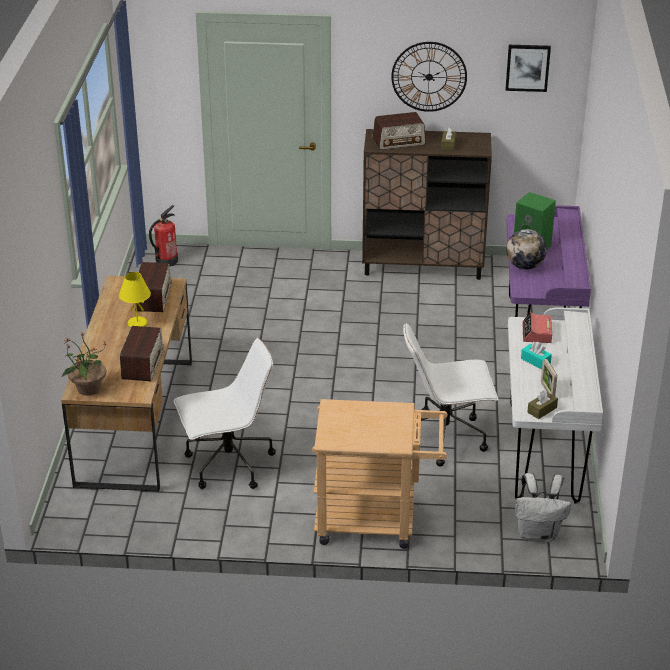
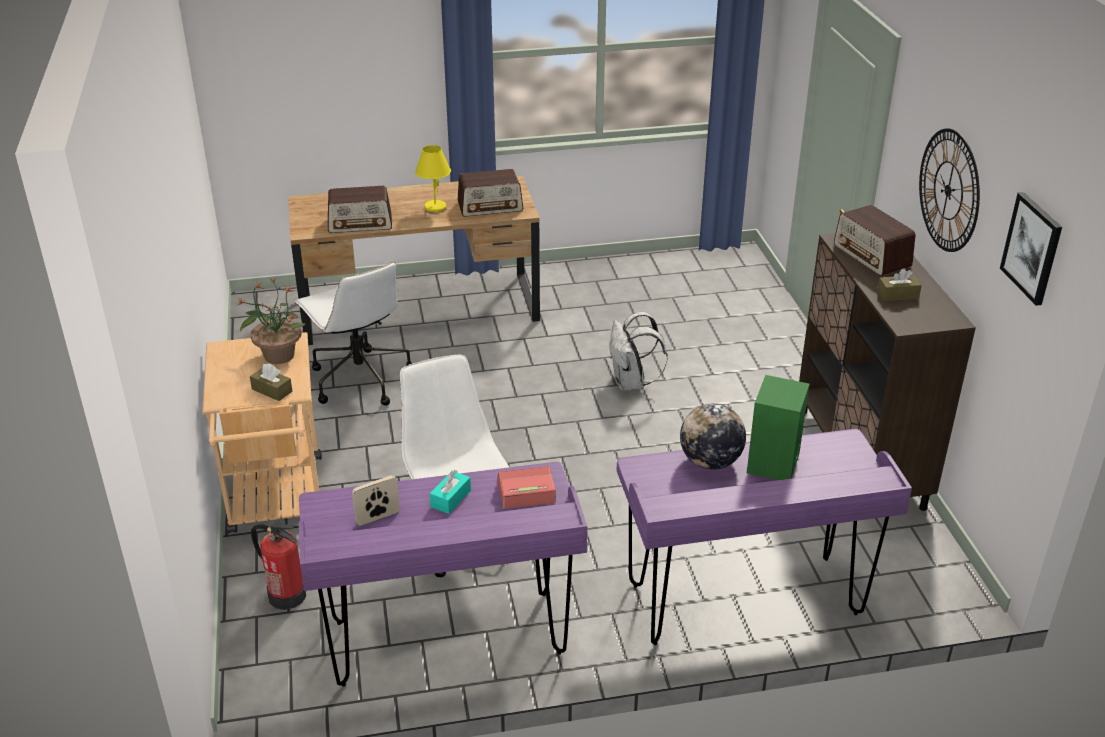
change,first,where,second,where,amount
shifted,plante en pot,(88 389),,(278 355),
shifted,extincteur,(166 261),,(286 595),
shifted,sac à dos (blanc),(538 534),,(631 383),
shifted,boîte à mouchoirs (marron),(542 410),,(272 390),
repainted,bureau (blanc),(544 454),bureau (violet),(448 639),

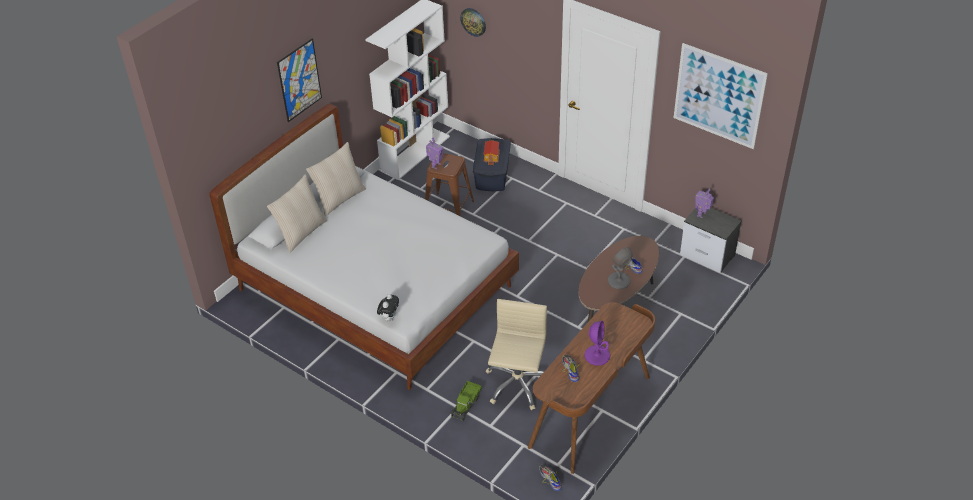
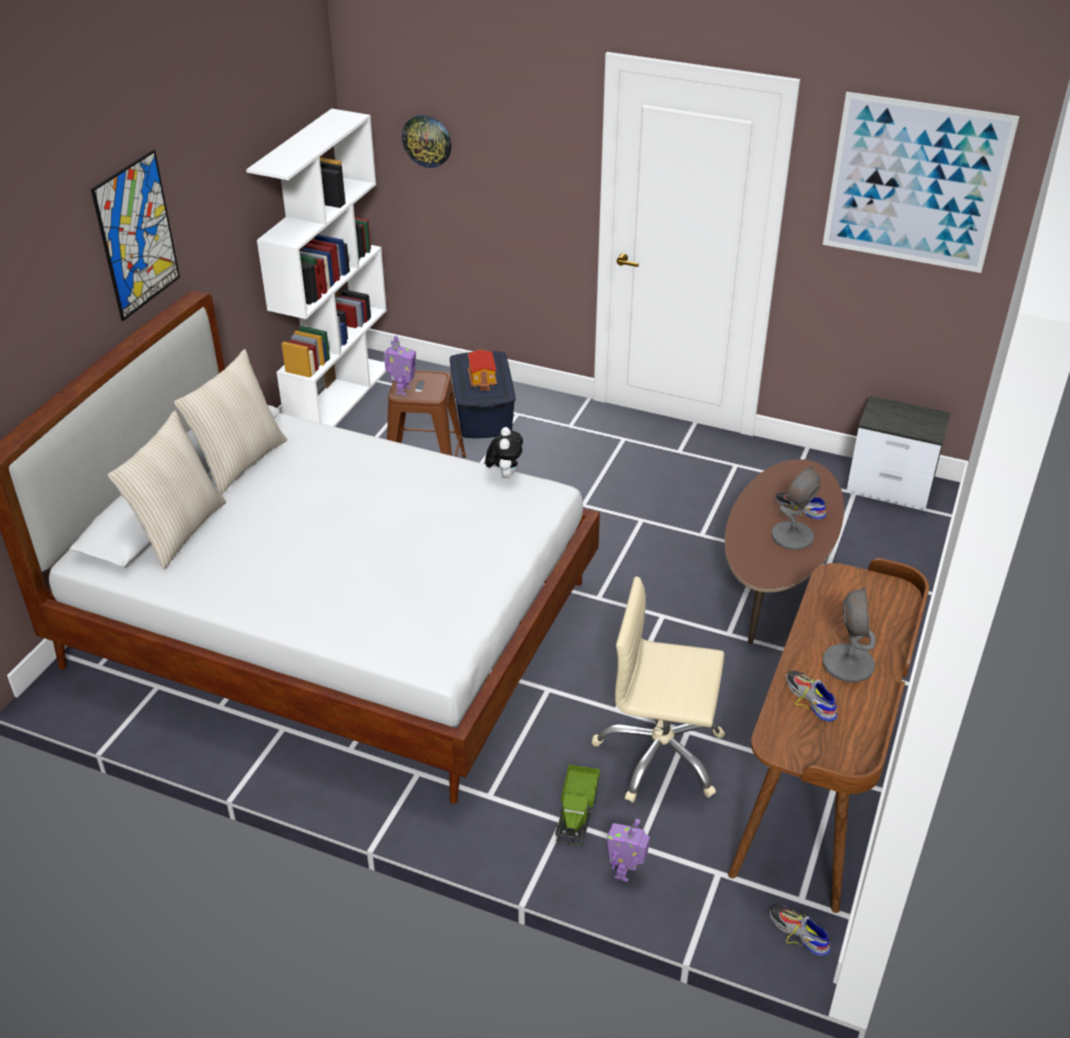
change,first,where,second,where,amount
shifted,peluche,(389 318),,(504 474),
shifted,robot jouet,(702 214),,(625 872),
repainted,lampe de table (violet),(597 355),lampe de table (gris),(848 663),
rotated,chaise de bureau (beige),(517 384),,(660 755),75 degrees counterclockwise

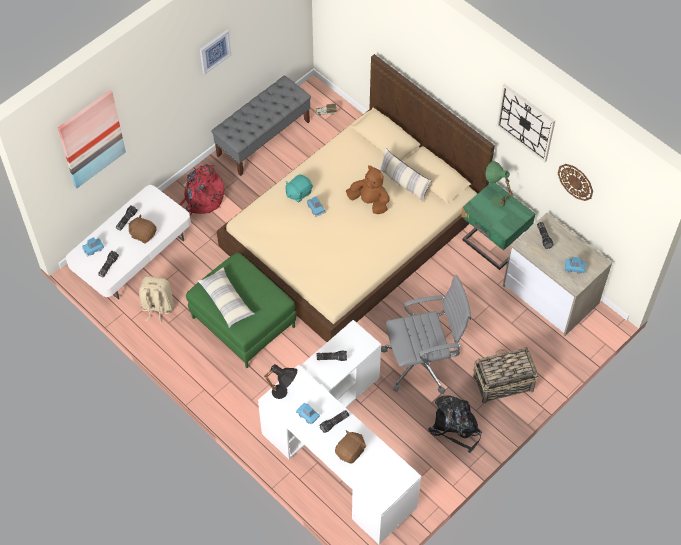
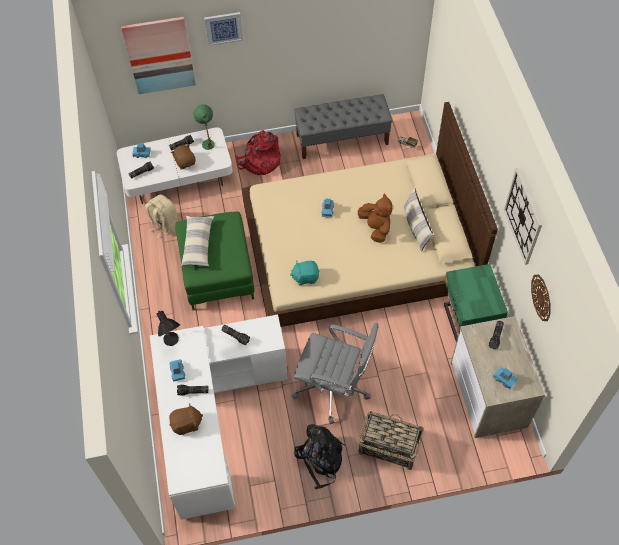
change,first,where,second,where,amount
shifted,tableau,(214 51),,(223 28),
shifted,peluche (turquoise),(298 193),,(305 277),
shifted,lampe de table (vert),(494 198),,(208 141),

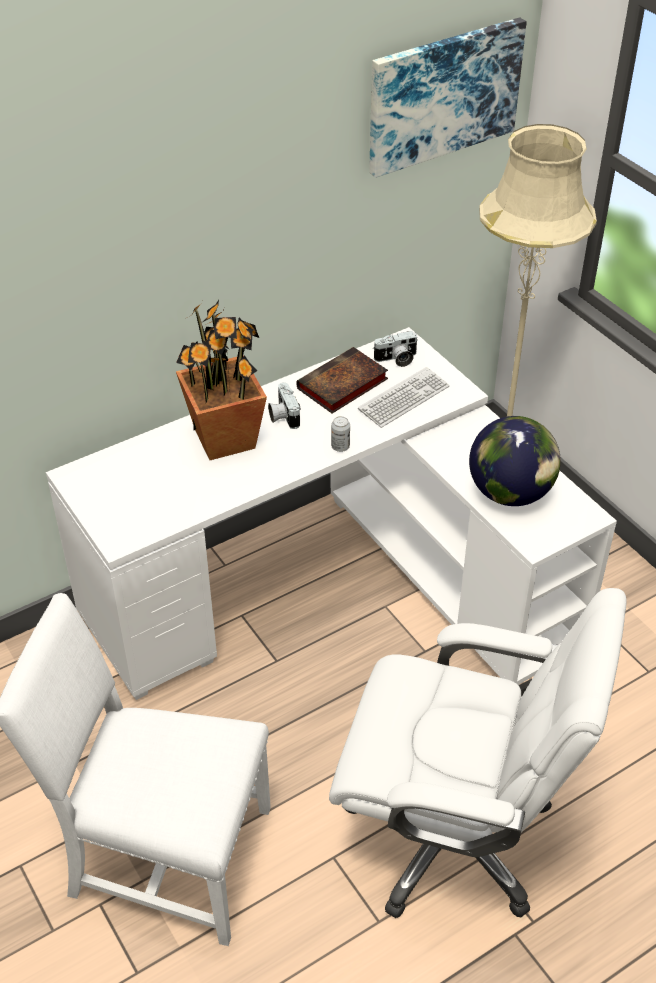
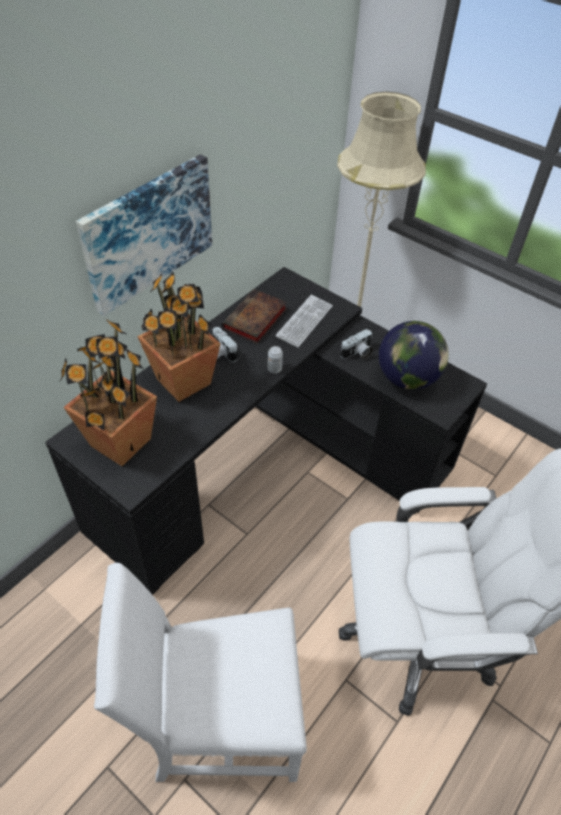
change,first,where,second,where,amount
new,,,plante en pot,(119 442),
shifted,tableau,(443 95),,(148 232),
shifted,appareil photo,(396 359),,(357 353),
repainted,bureau (blanc),(335 585),bureau (noir),(267 464),

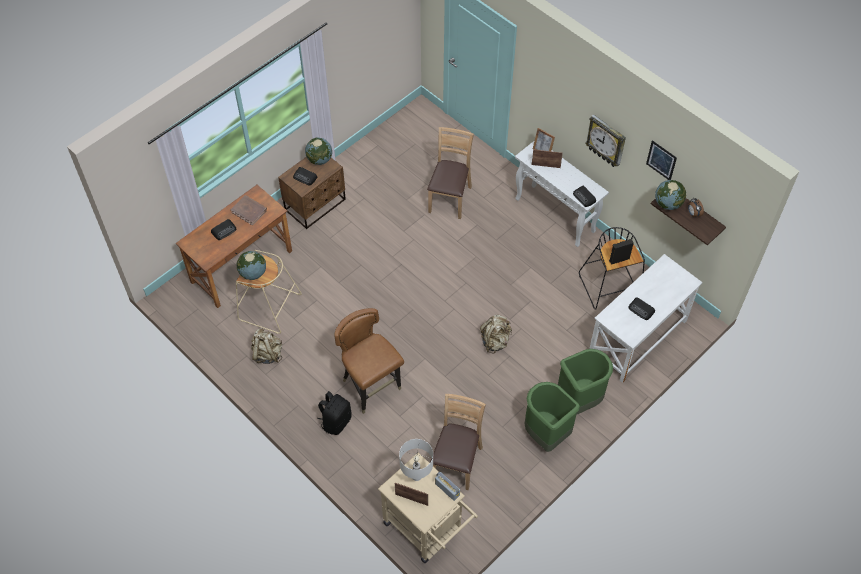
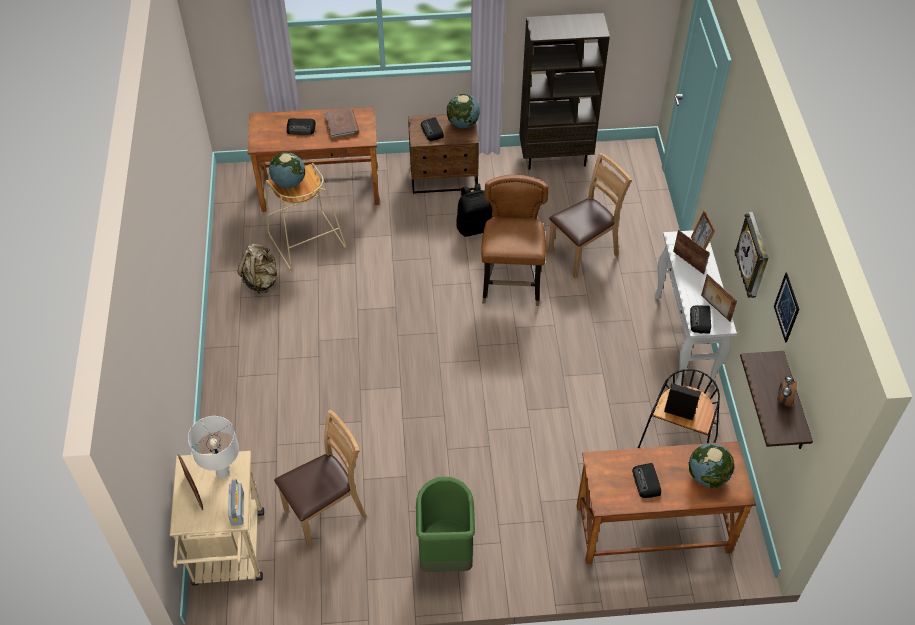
change,first,where,second,where,amount
gone,sac à dos (beige),(495 341),,,
gone,poubelle (vert),(579 399),,,
new,,,bibliothèque (marron),(555 157),
new,,,cadre photo,(715 308),
shifted,sac à dos (noir),(336 421),,(474 227),
shifted,chaise (marron),(371 387),,(511 286),
shifted,globe,(668 204),,(707 476),
repainted,bureau (blanc),(638 338),bureau (marron),(652 529),

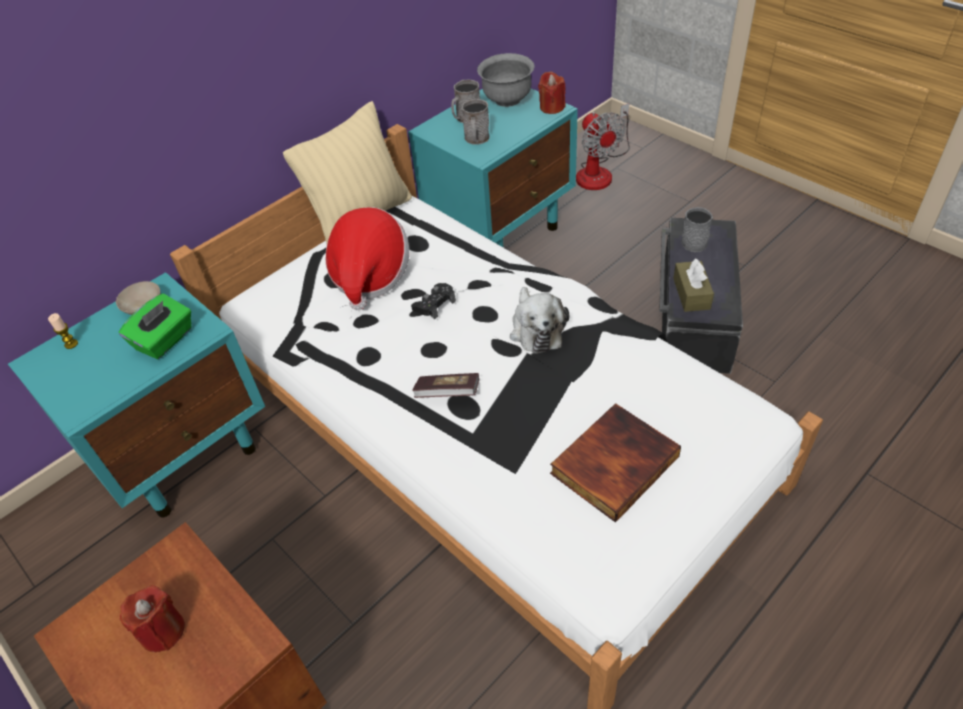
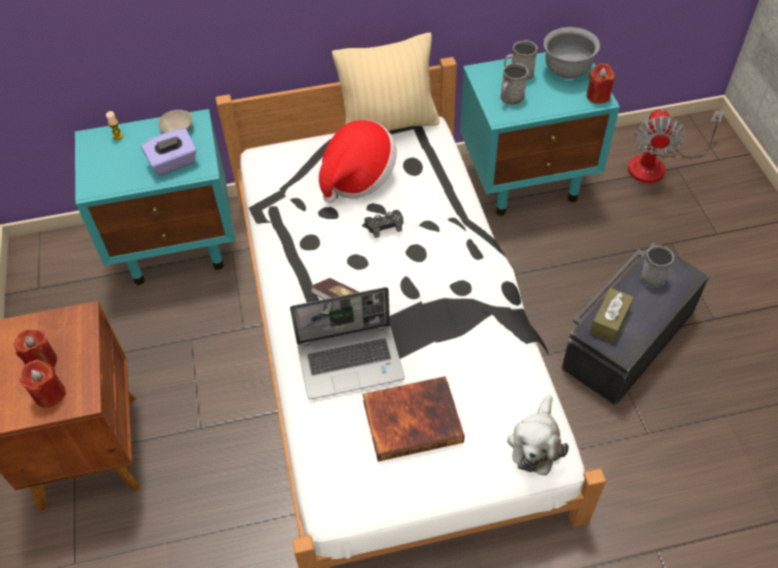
change,first,where,second,where,amount
new,,,bougie (rouge),(49 394),
new,,,ordinateur portable,(351 361),
shifted,peluche,(536 329),,(536 443),
repainted,boîte à mouchoirs (vert),(165 340),boîte à mouchoirs (violet),(173 163),

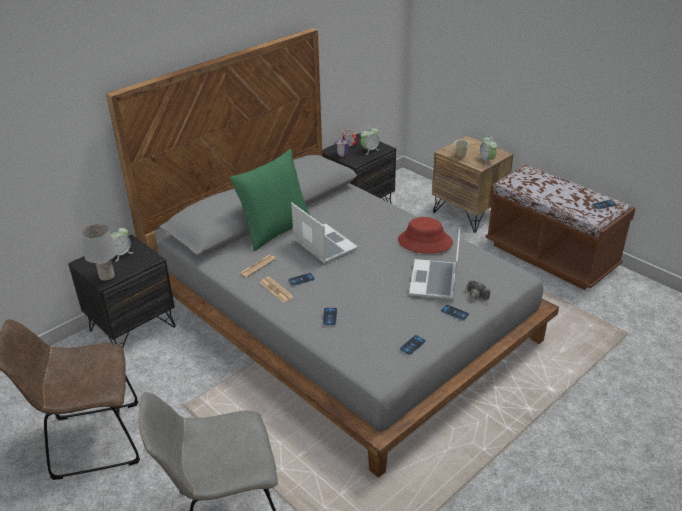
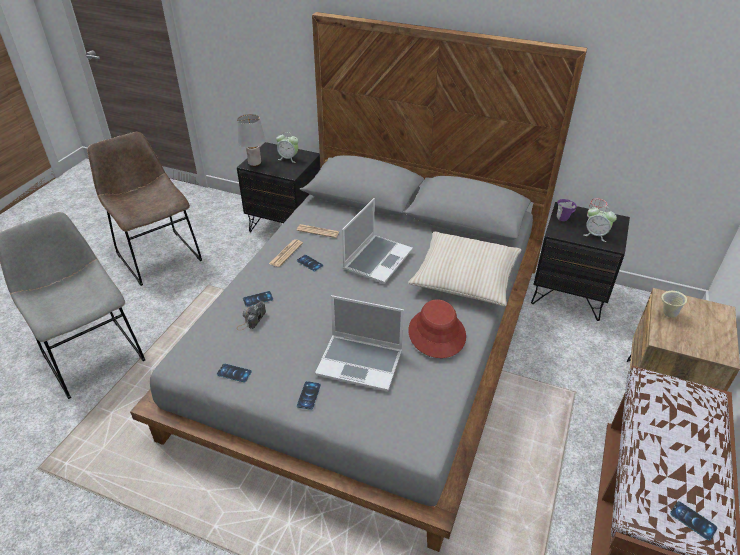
change,first,where,second,where,amount
gone,coussin (vert),(275 230),,,
gone,réveil,(487 160),,,
new,,,coussin (beige),(465 277),
shifted,appareil photo,(477 297),,(251 319),
rotated,ordinateur portable,(435 281),,(361 363),150 degrees counterclockwise

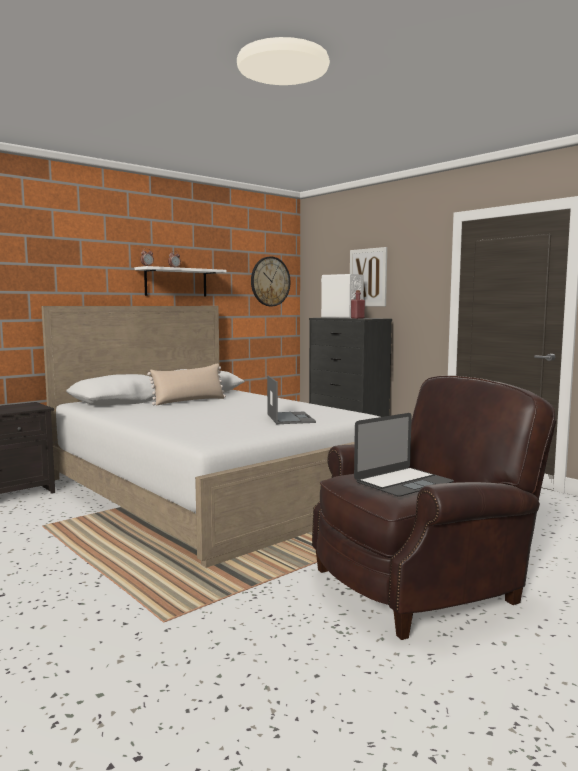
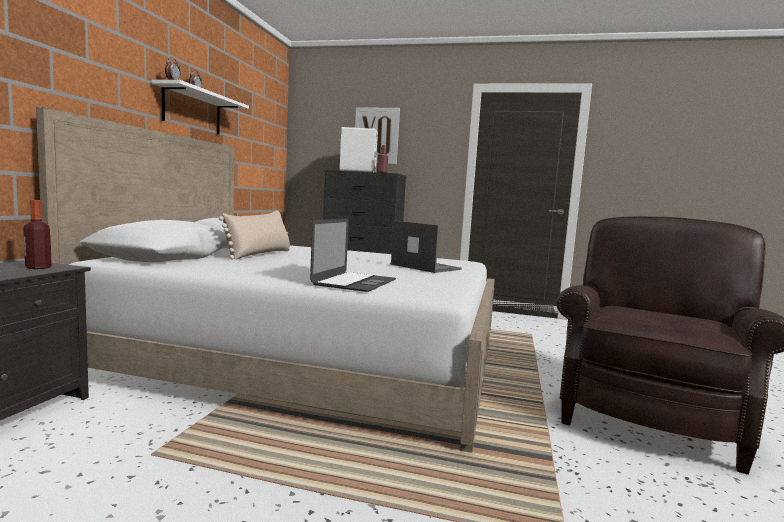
change,first,where,second,where,amount
gone,horloge murale,(270 281),,,
new,,,bouteille,(38 267),
shifted,ordinateur portable,(403 482),,(354 282),

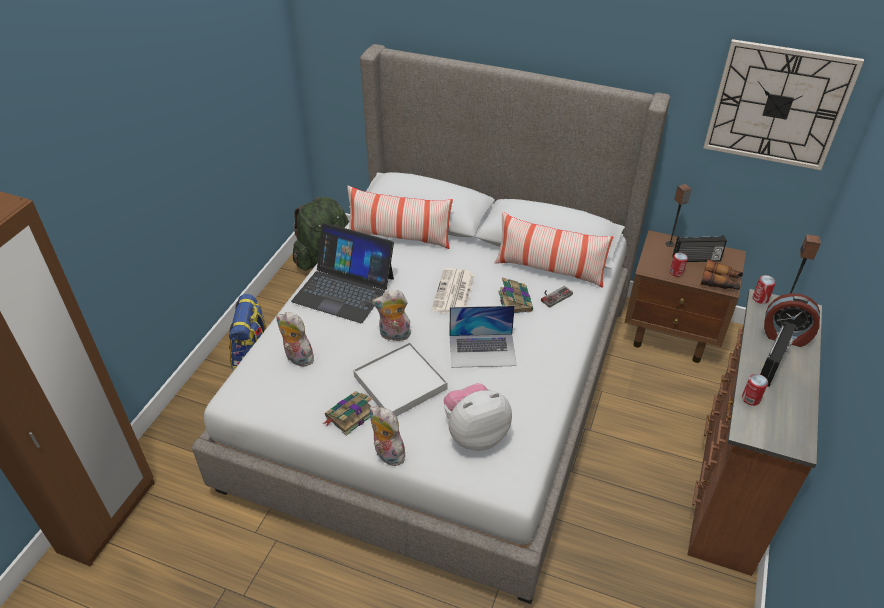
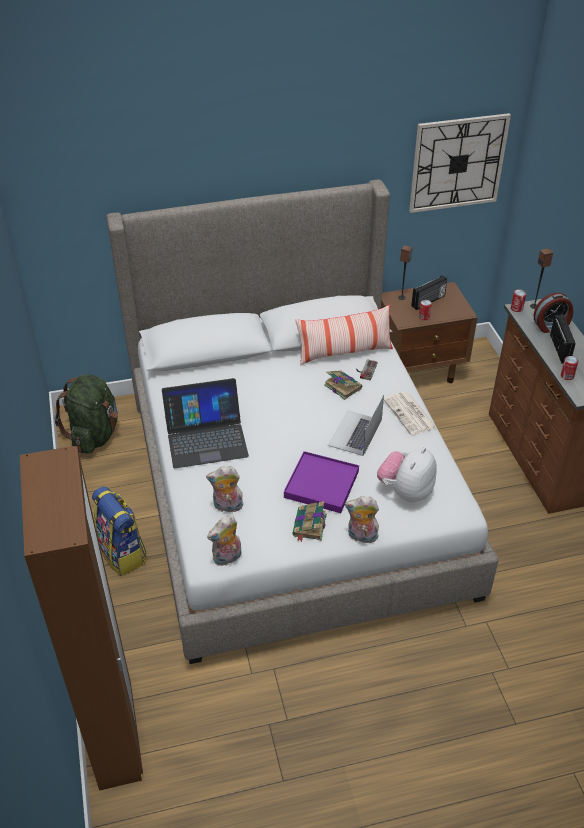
change,first,where,second,where,amount
gone,coussin,(399 237),,,
gone,jumelles,(720 282),,,
shifted,peluche,(394 336),,(227 558),
shifted,journal,(454 293),,(410 414),
repainted,plateau (blanc),(400 382),plateau (violet),(321 484),
rotated,ordinateur portable,(482 350),,(355 433),150 degrees clockwise

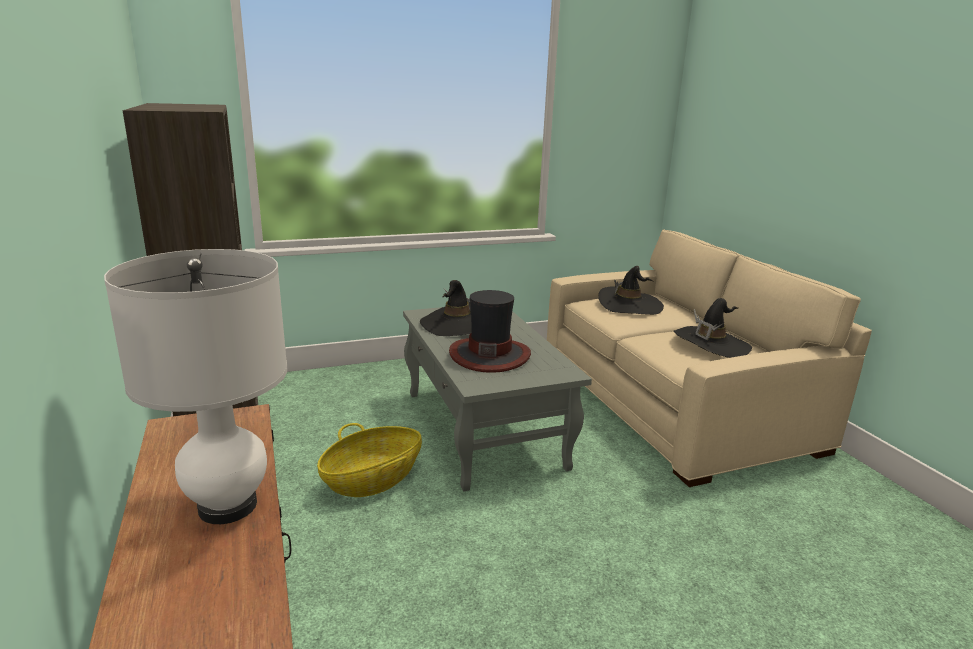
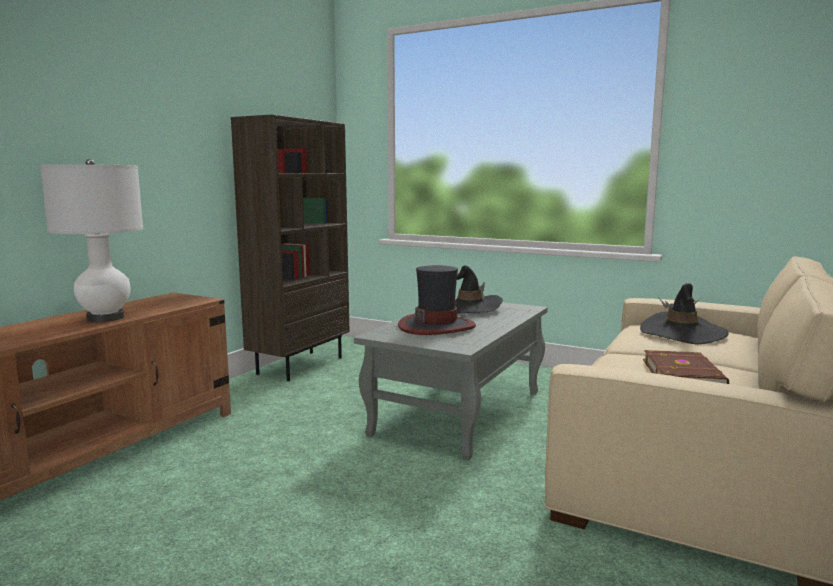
change,first,where,second,where,amount
gone,panier,(372 479),,,
swapped,chapeau (noir),(710 344),livre (marron),(684 373),

